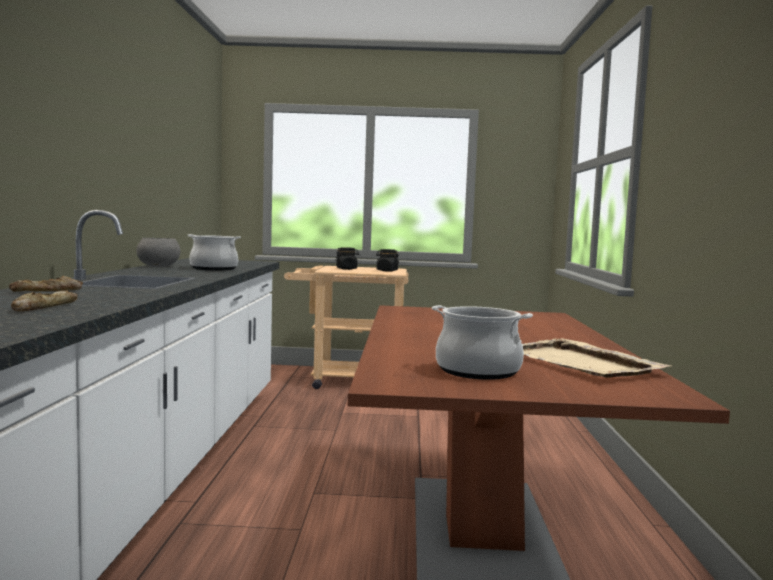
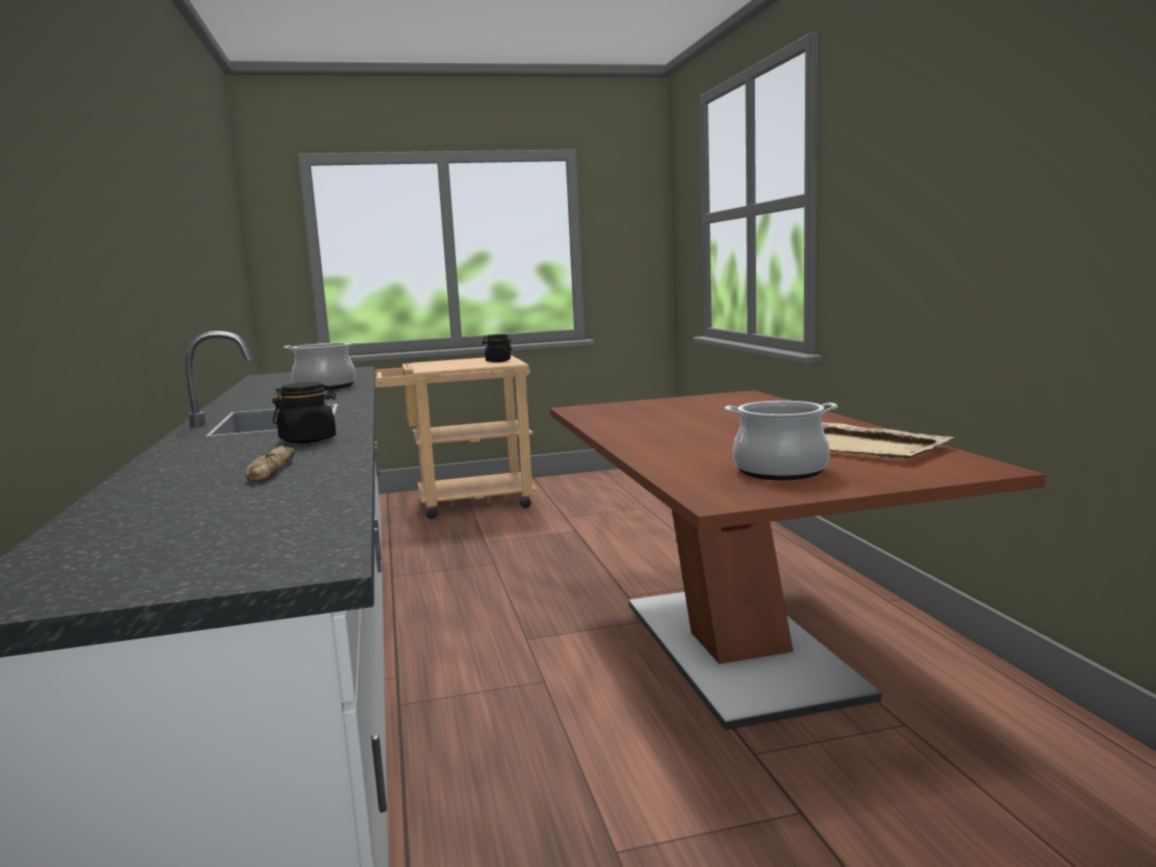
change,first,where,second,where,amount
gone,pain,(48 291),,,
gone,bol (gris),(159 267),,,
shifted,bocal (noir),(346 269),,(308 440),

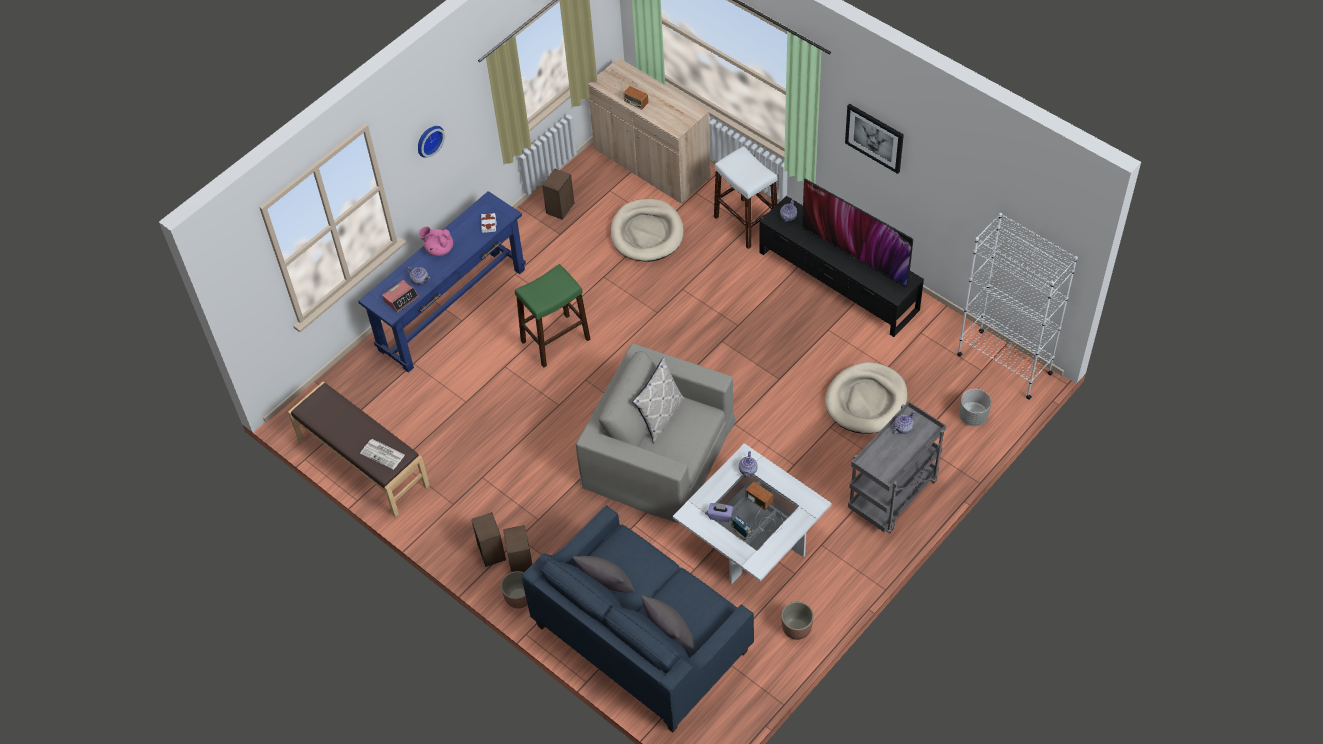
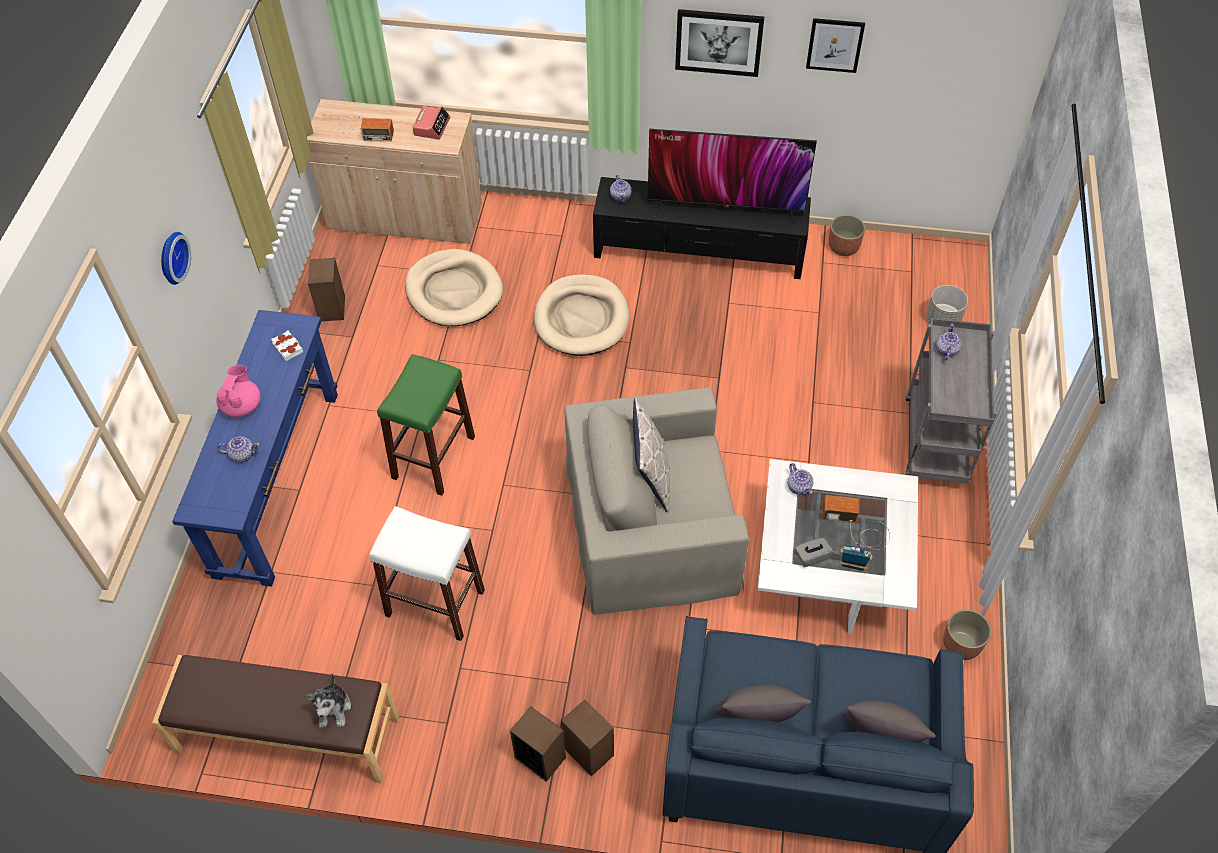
change,first,where,second,where,amount
gone,bibliothèque (blanc),(1003 364),,,
new,,,tableau,(835 45),
shifted,réveil,(401 298),,(432 126),
shifted,cache-pot,(519 598),,(843 247),
shifted,tabouret (blanc),(745 223),,(435 603),
shifted,panier pour chien (beige),(866 401),,(581 318),
swapped,journal,(383 454),peluche,(333 708),
repainted,boîte à mouchoirs (violet),(720 515),boîte à mouchoirs (gris),(812 557),
rotated,théière (rose),(439 249),,(242 405),120 degrees clockwise

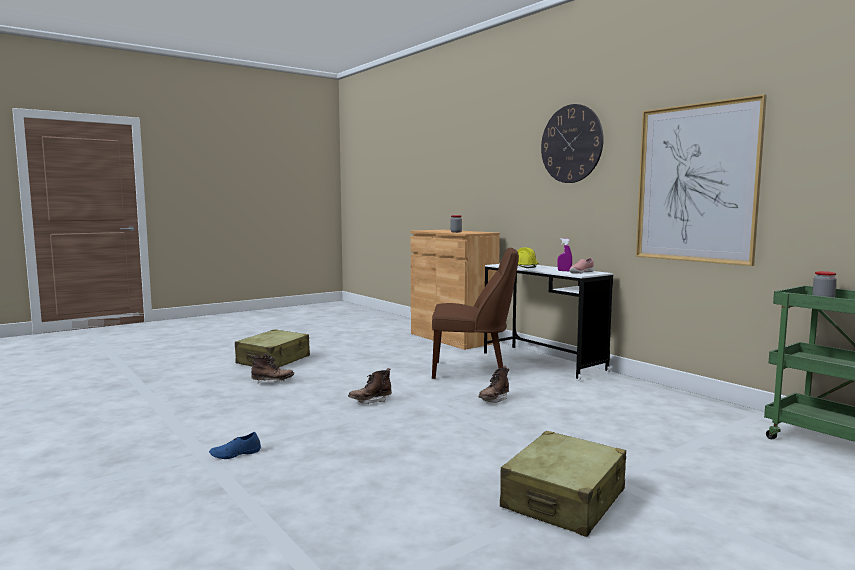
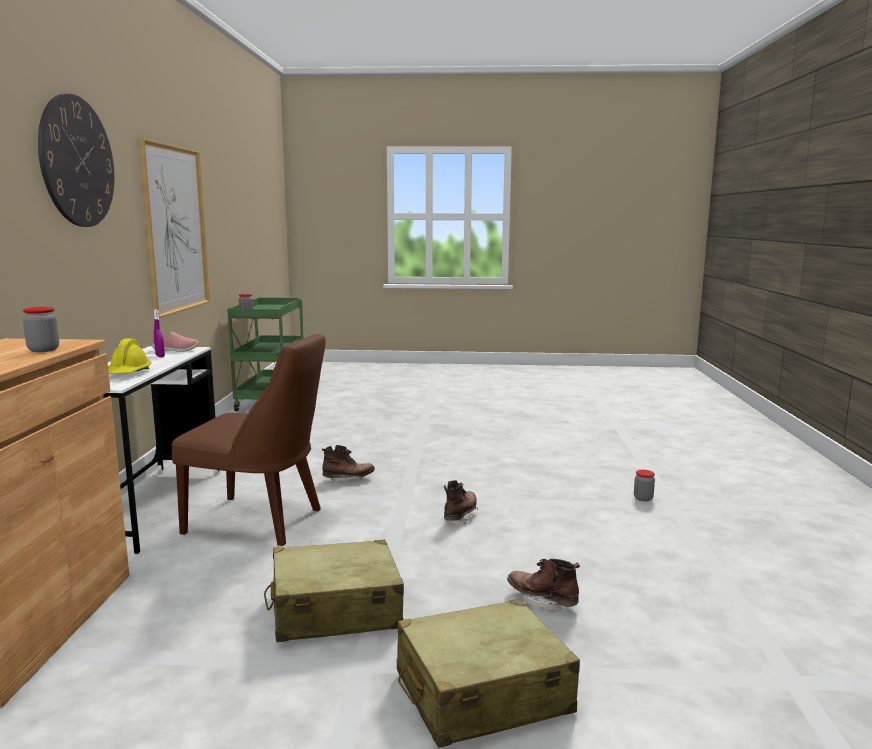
change,first,where,second,where,amount
shifted,valise (beige),(564 499),,(335 610),
swapped,chaussure (bleu),(235 454),bocal,(643 498),
rotated,botte (marron),(370 401),,(460 516),75 degrees counterclockwise
rotated,chaise (marron),(473 371),,(259 521),150 degrees clockwise

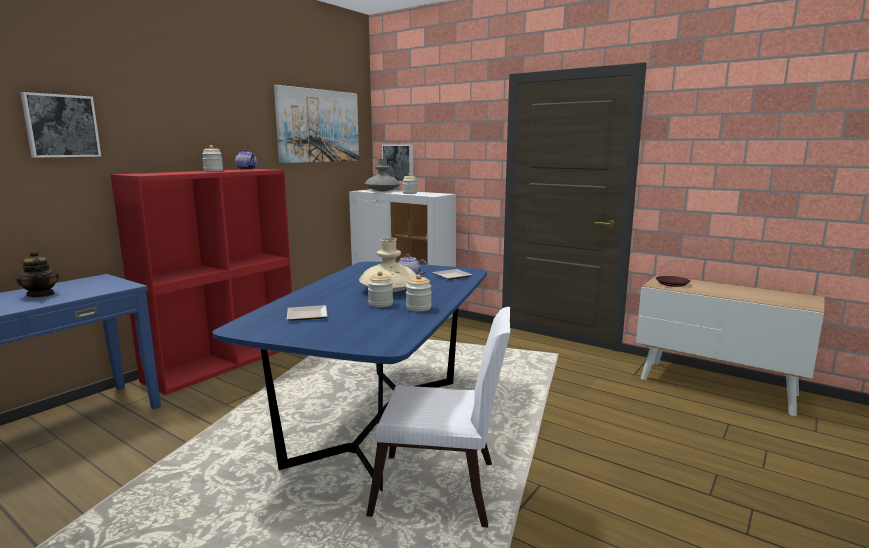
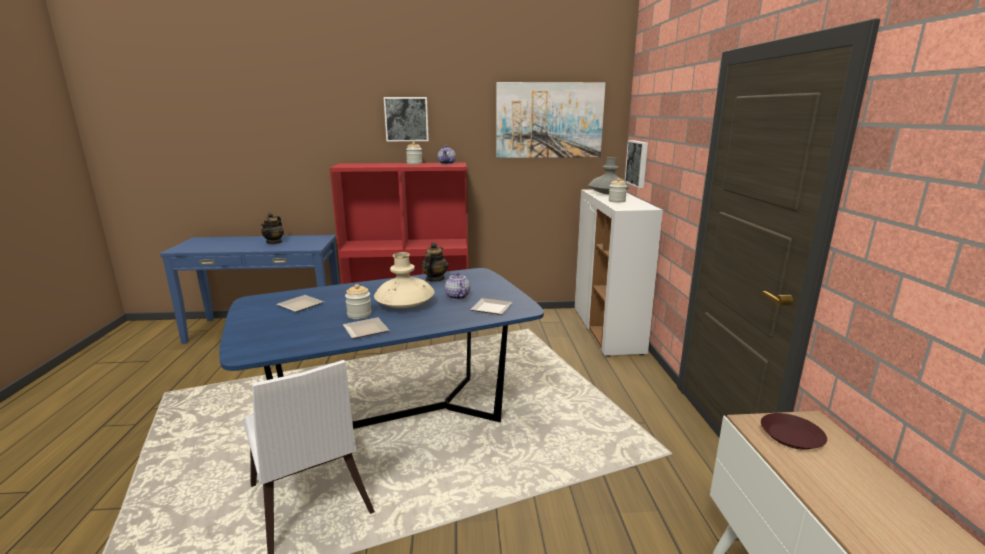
change,first,where,second,where,amount
new,,,théière,(434 279),
shifted,tableau,(61 126),,(406 119),
swapped,bocal,(418 308),assiette,(364 330),

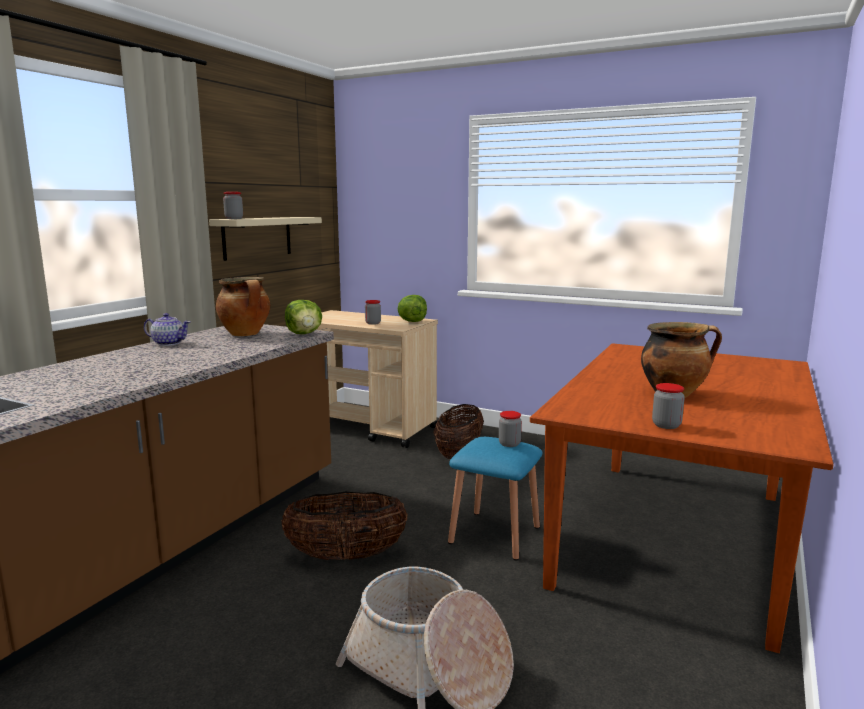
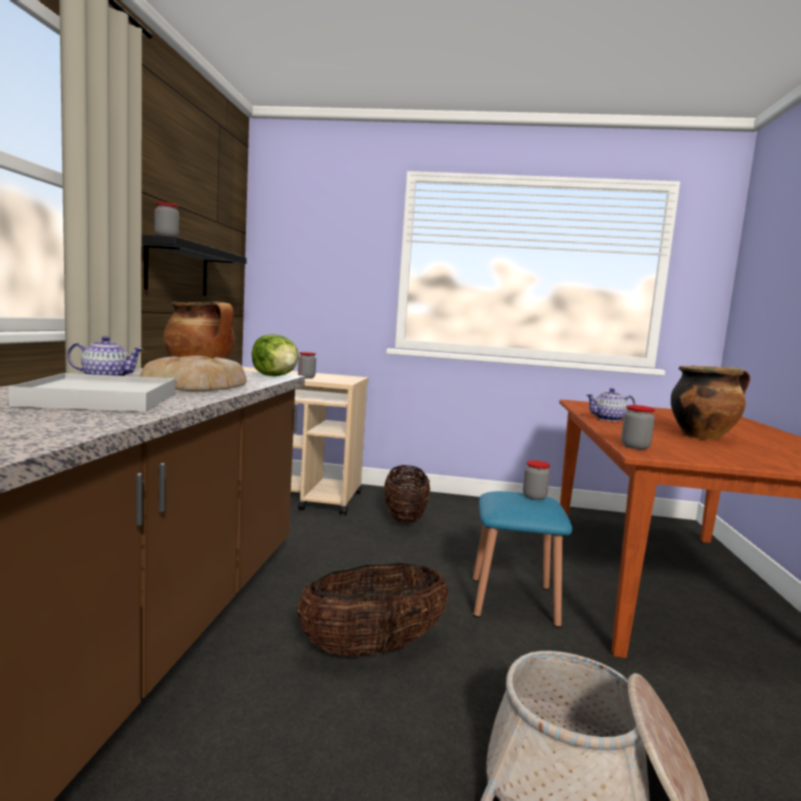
change,first,where,second,where,amount
gone,laitue,(412 321),,,
new,,,plateau (blanc),(102 399),
new,,,pain,(197 385),
new,,,théière,(609 419),
shifted,bocal,(666 425),,(635 447),
repainted,étagère (beige),(257 237),étagère (noir),(177 269),

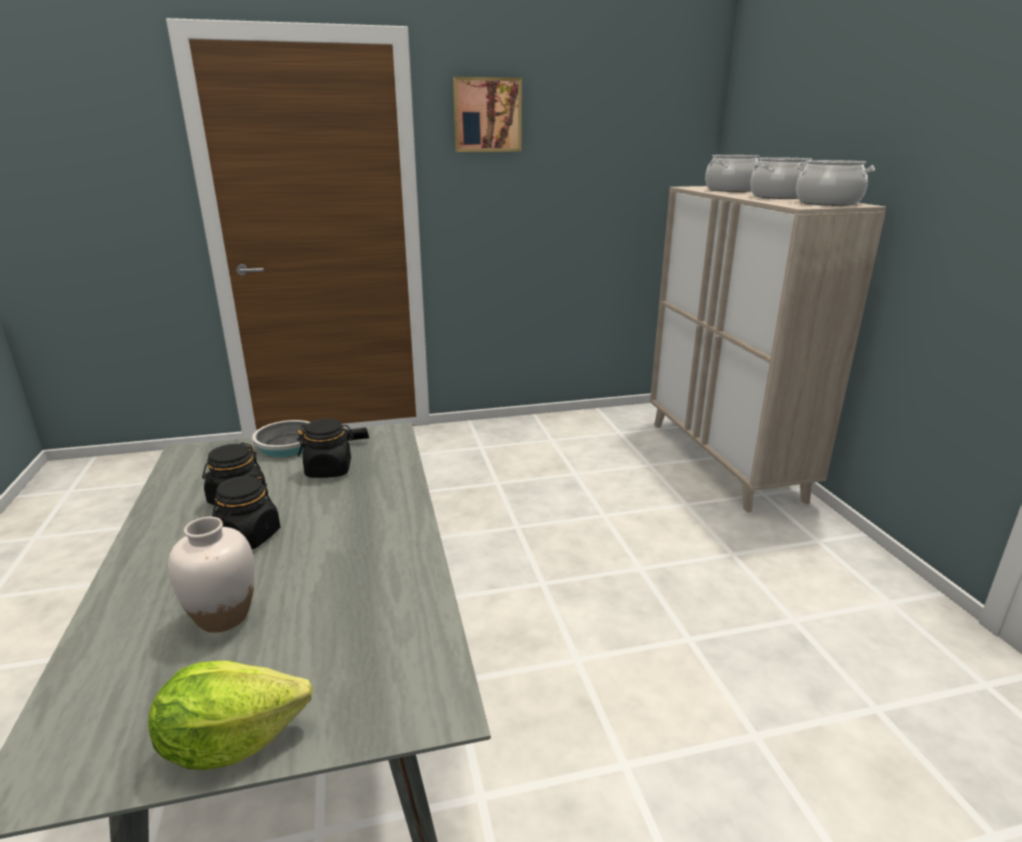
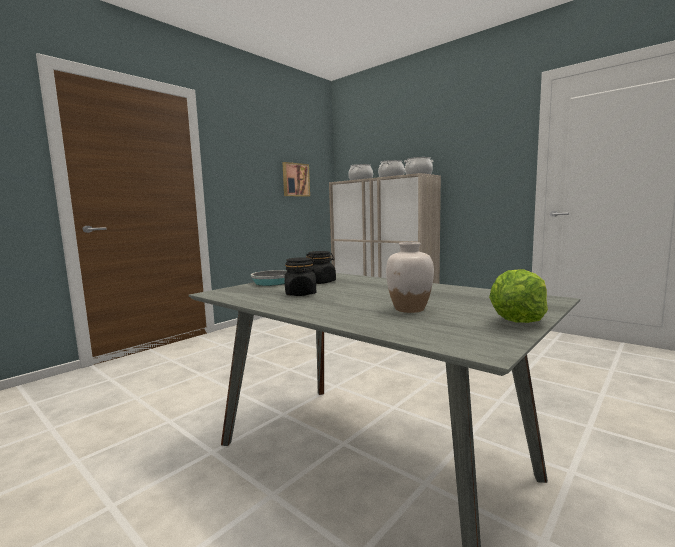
change,first,where,second,where,amount
gone,bocal (noir),(248 537),,,
shifted,tableau,(487 115),,(295 180),

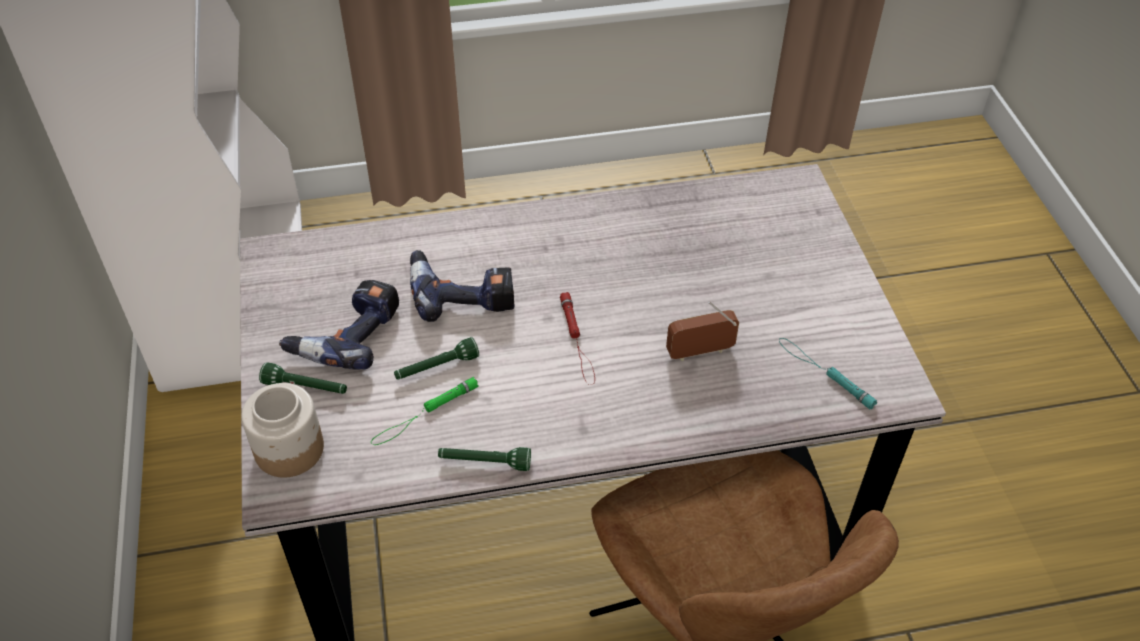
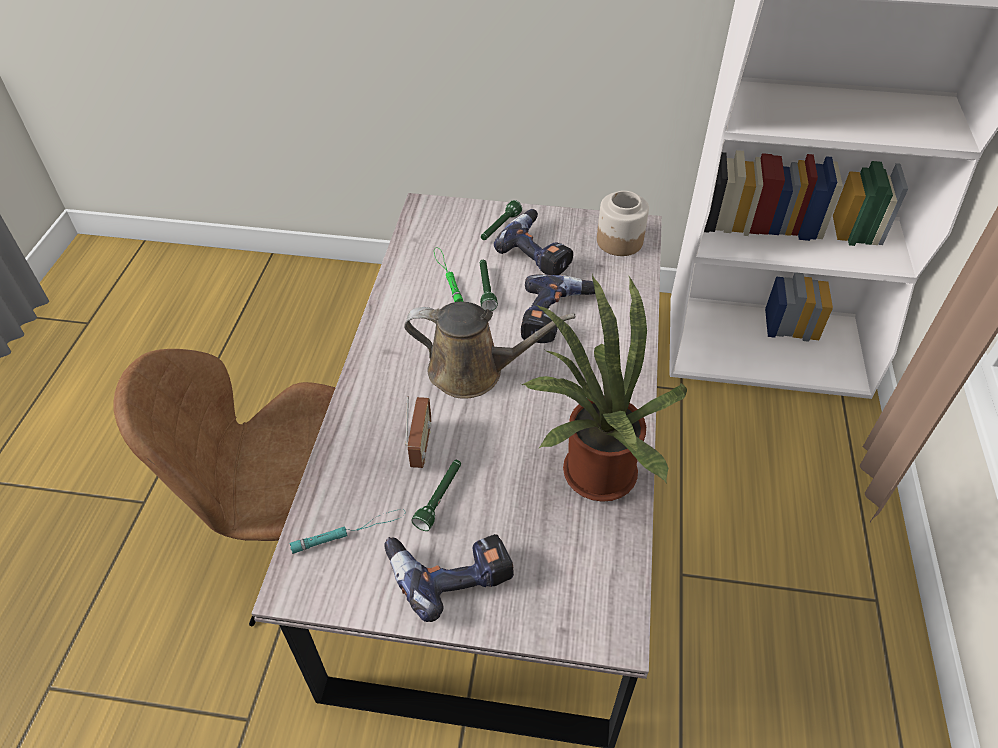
change,first,where,second,where,amount
new,,,perceuse,(449 571),
new,,,plante en pot,(591 474),
shifted,bocal,(288 450),,(619 241),
shifted,lampe de poche (vert),(484 462),,(440 498),
swapped,lampe de poche (rouge),(577 340),arrosoir (marron),(473 371),

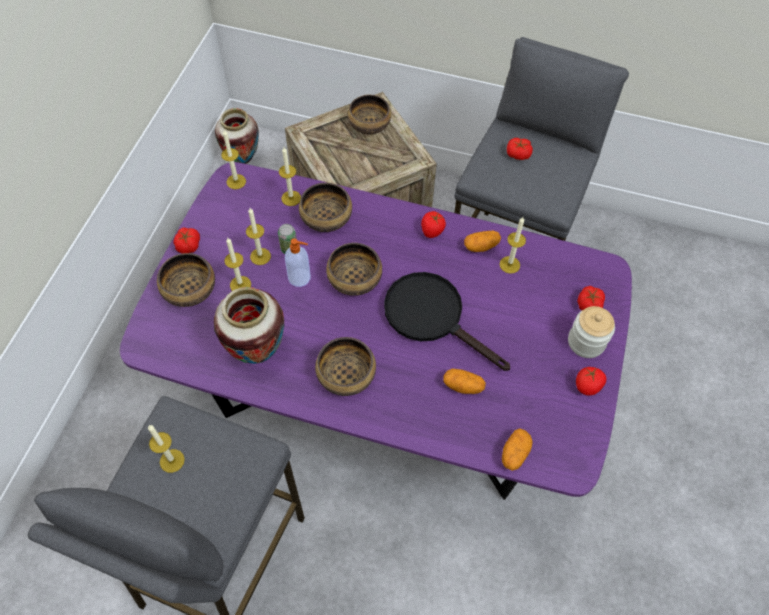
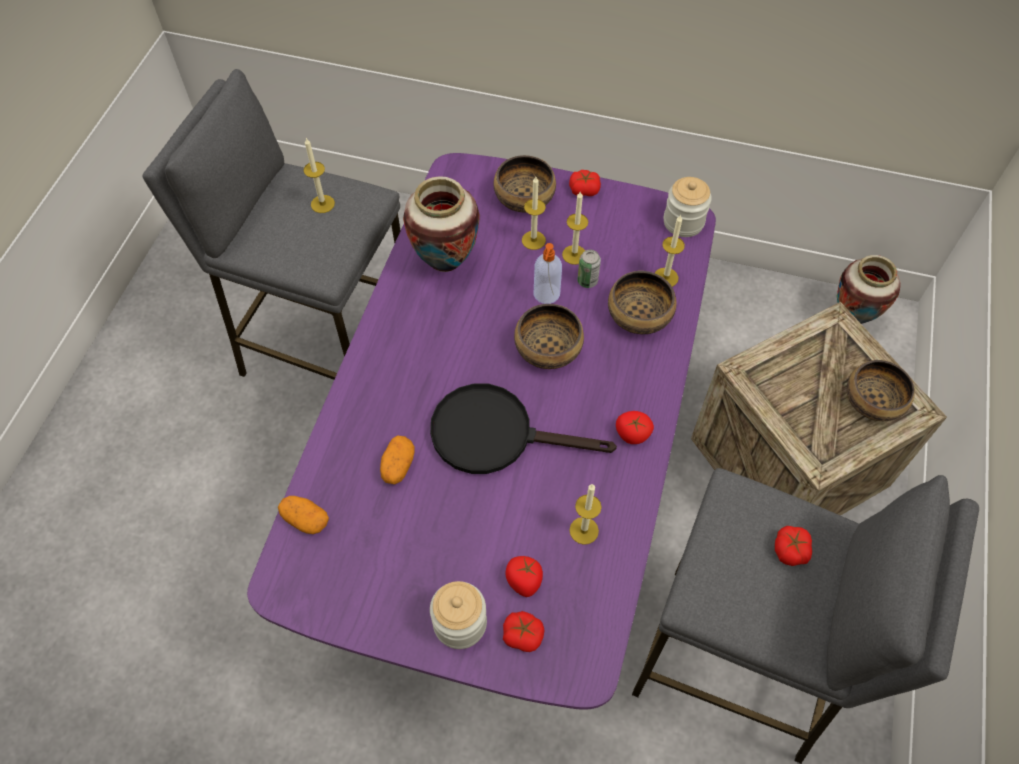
change,first,where,second,where,amount
gone,bol,(346 375),,,
gone,pomme de terre,(481 246),,,
shifted,tomate,(587 386),,(524 581),
swapped,bougie,(236 181),bocal,(683 222),
rotated,poêle (noir),(432 316),,(496 434),120 degrees counterclockwise

